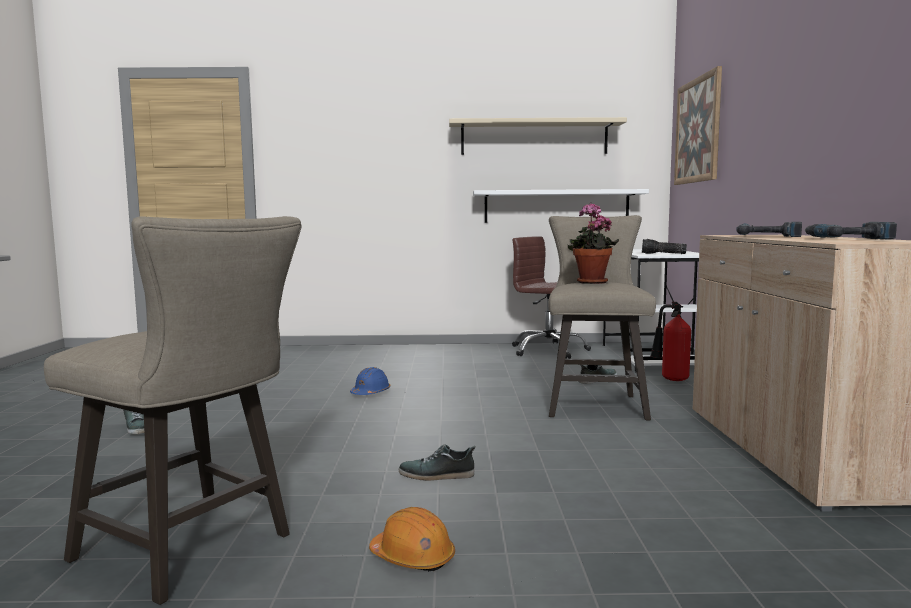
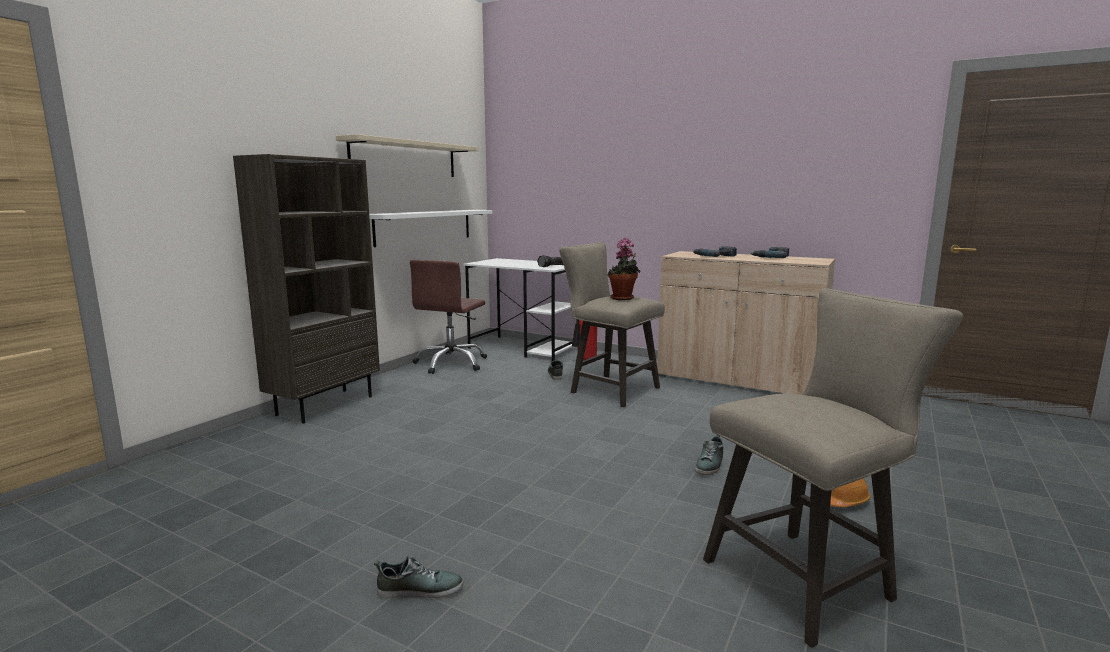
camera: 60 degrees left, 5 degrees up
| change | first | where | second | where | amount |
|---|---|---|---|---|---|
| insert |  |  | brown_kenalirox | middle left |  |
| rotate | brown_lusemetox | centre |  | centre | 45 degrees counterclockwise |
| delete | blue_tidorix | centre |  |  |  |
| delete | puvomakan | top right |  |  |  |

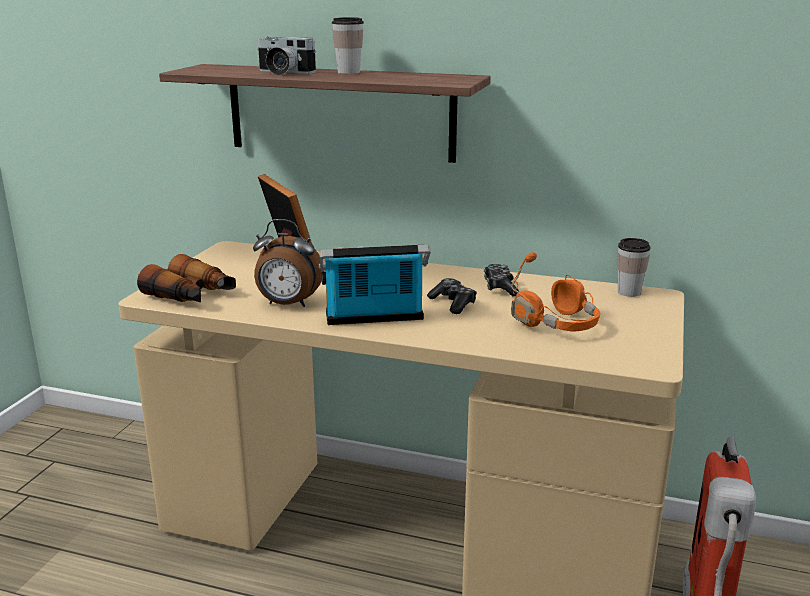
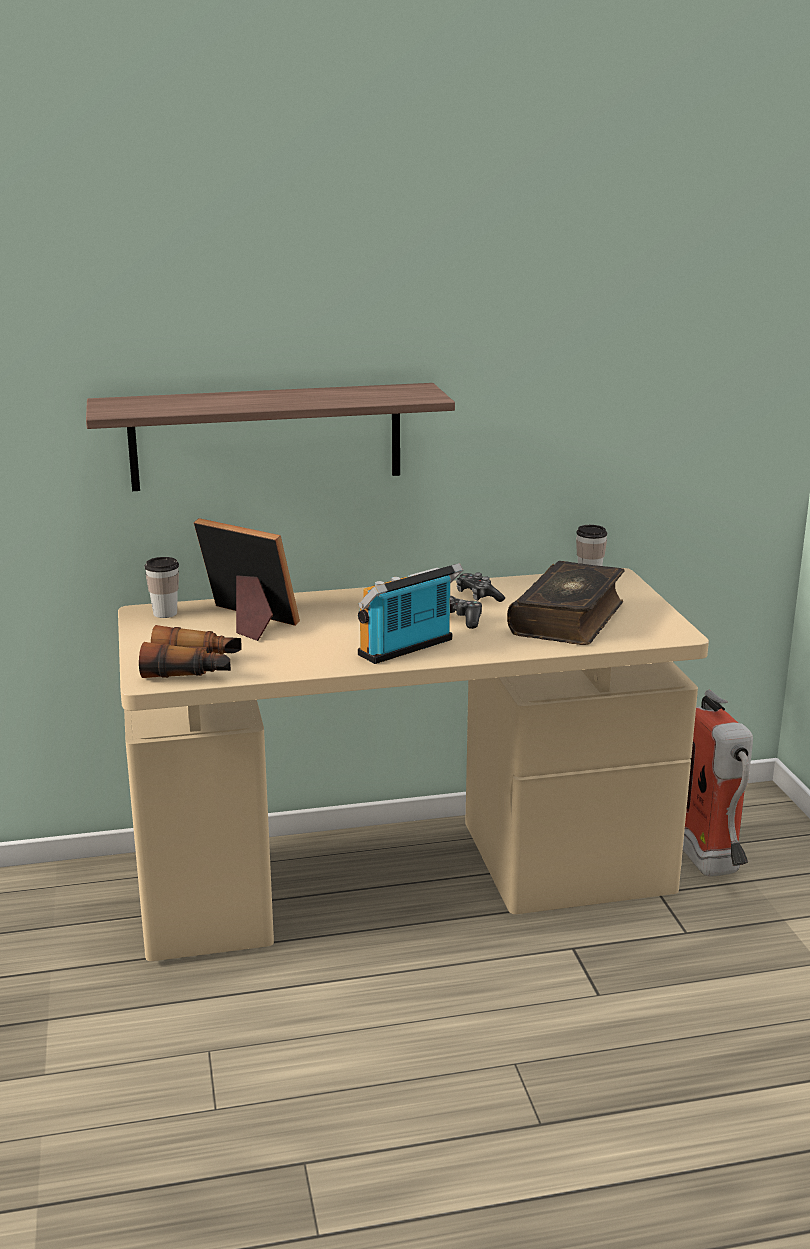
camera: 30 degrees left, 0 degrees up
| change | first | where | second | where | amount |
|---|---|---|---|---|---|
| move | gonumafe (1st from left) | top centre |  | middle left |  |
| replace | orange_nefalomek | middle right | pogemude | middle right |  |
| delete | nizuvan | centre |  |  |  |
| delete | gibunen | top centre |  |  |  |

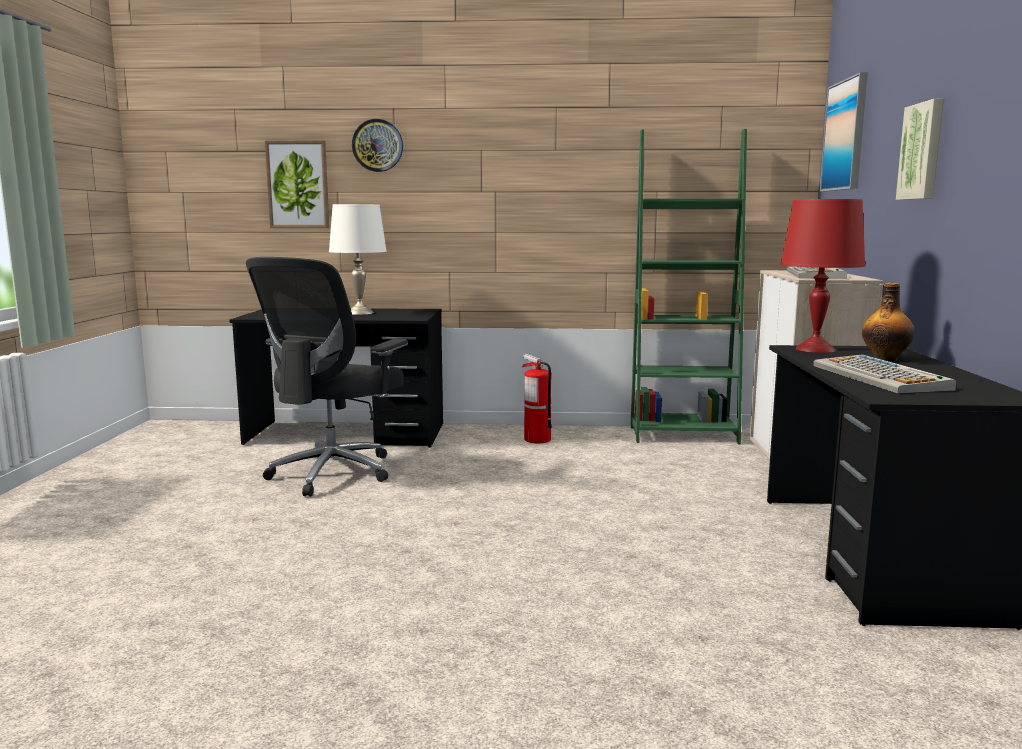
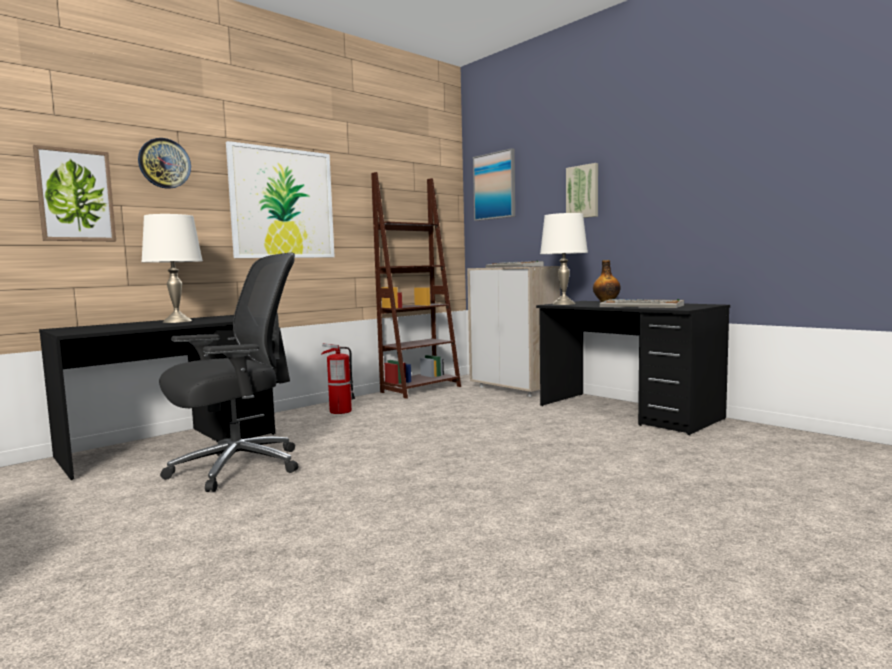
camera: 45 degrees left, 5 degrees down
| change | first | where | second | where | amount |
|---|---|---|---|---|---|
| rotate | lusemetox | middle left |  | middle left | 105 degrees counterclockwise |
| insert |  |  | puvomakan (2nd from left) | top left |  |
| recolor | green_kenalirox | middle right | brown_kenalirox | centre |  |
| recolor | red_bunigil | middle right | white_bunigil (2nd from left) | centre |  |

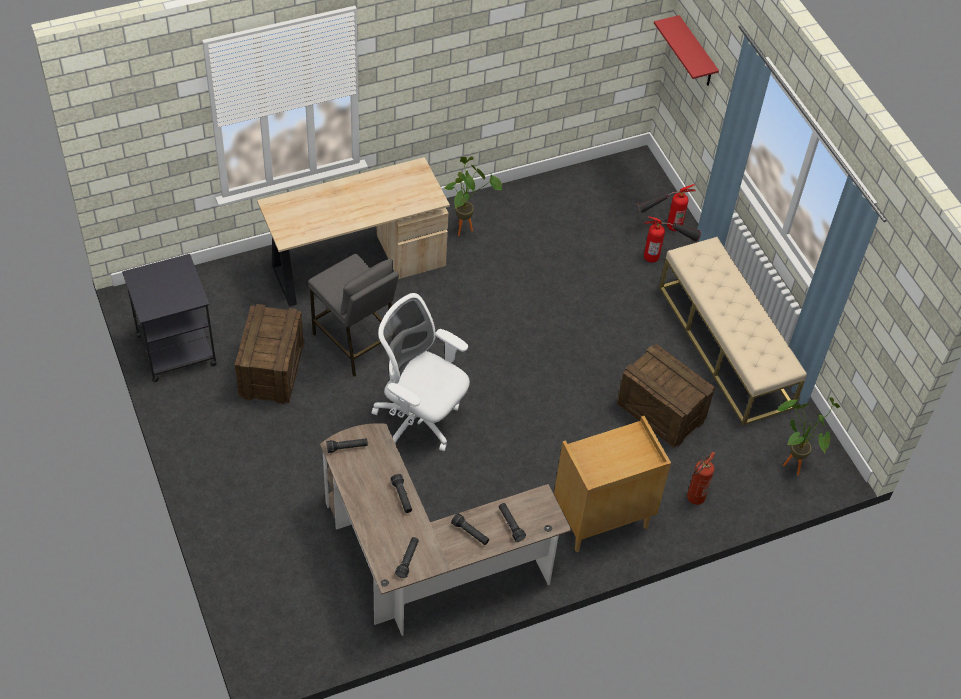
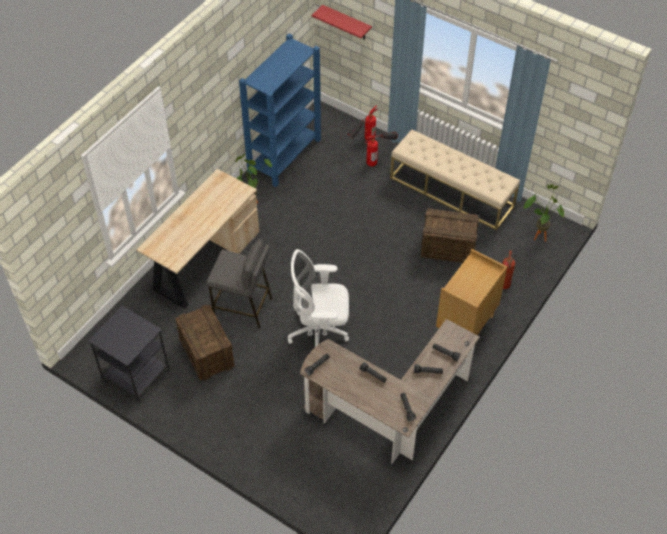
camera: 30 degrees left, 0 degrees up
| change | first | where | second | where | amount |
|---|---|---|---|---|---|
| insert |  |  | blue_kenalirox | top centre |  |

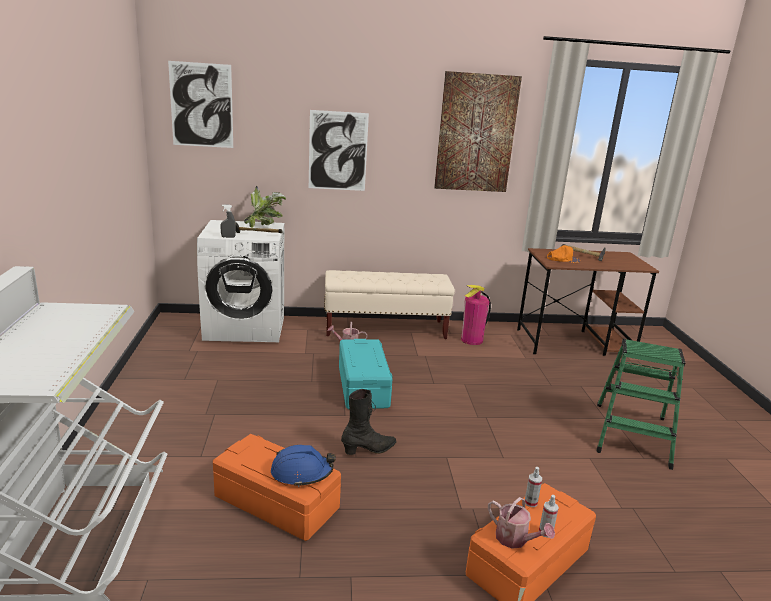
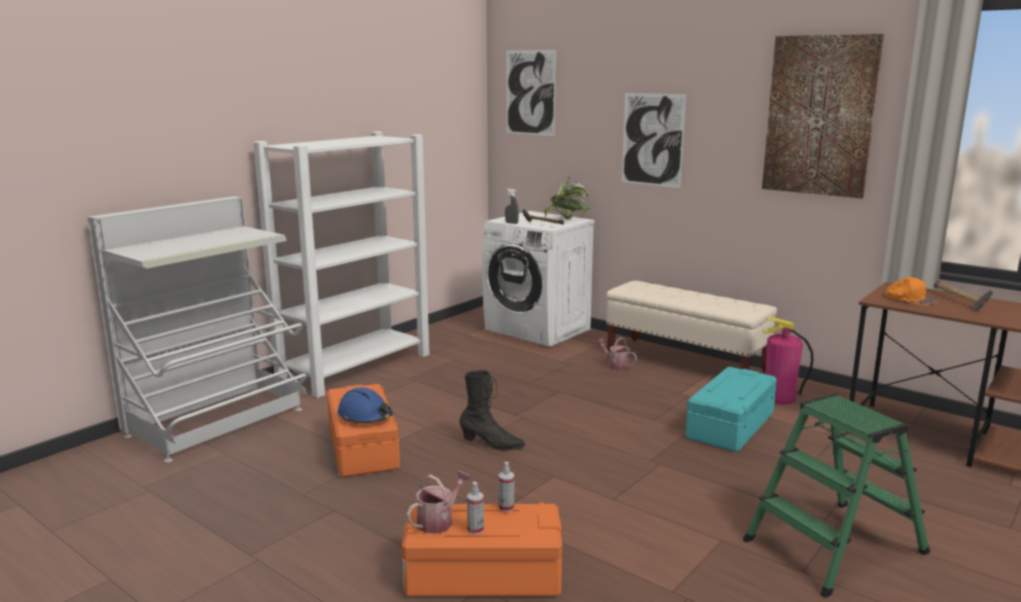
camera: 45 degrees right, 5 degrees down
| change | first | where | second | where | amount |
|---|---|---|---|---|---|
| insert |  |  | white_kenalirox | centre |  |
| rotate | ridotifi (2nd from left in the first image) | bottom right | ridotifi (1st from left) | bottom centre | 135 degrees counterclockwise |
| move | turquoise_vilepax | centre |  | bottom right |  |

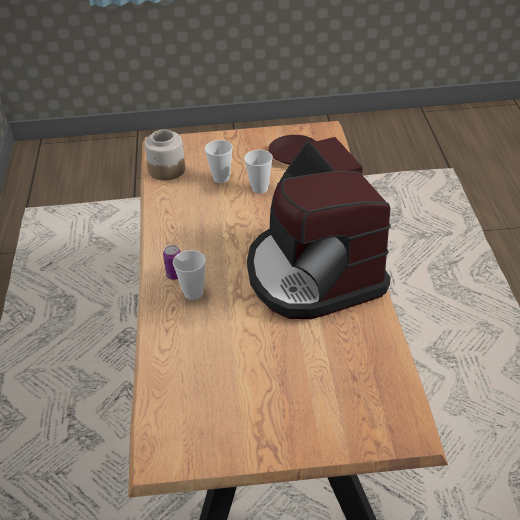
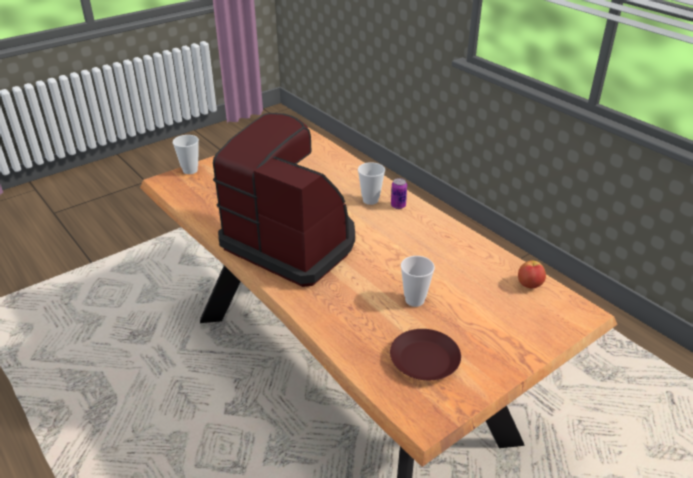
camera: 145 degrees right, 5 degrees down
| change | first | where | second | where | amount |
|---|---|---|---|---|---|
| move | gonumafe (2nd from left in the first image) | top centre | gonumafe (1st from left) | top left |  |
| replace | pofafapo | top left | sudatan | middle right |  |

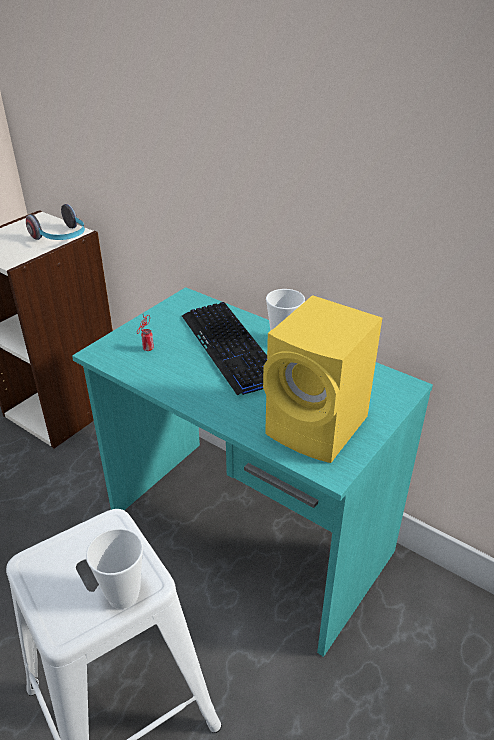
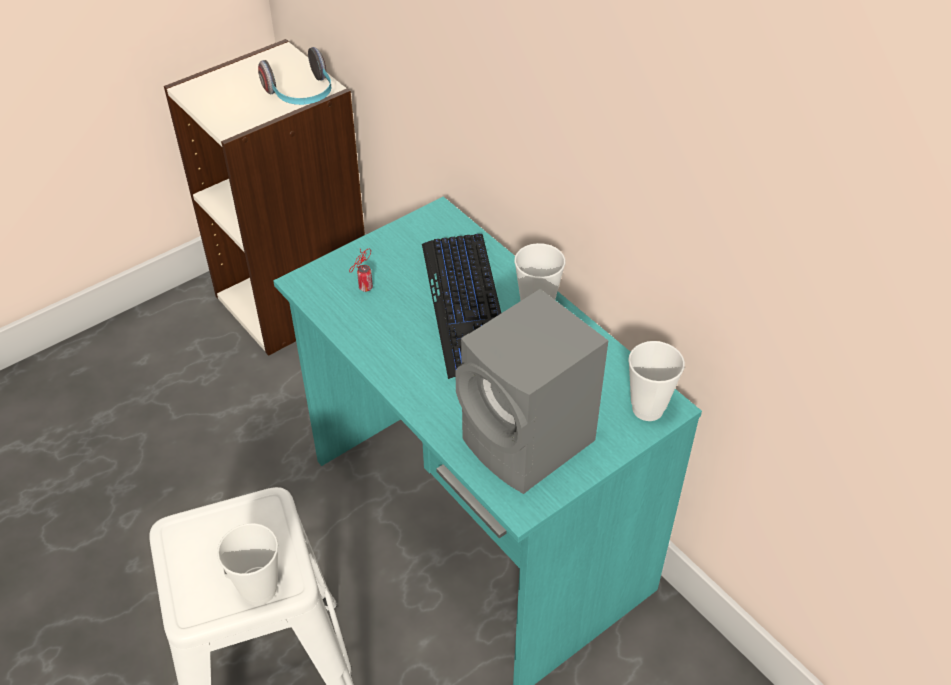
camera: 15 degrees right, 10 degrees up
| change | first | where | second | where | amount |
|---|---|---|---|---|---|
| recolor | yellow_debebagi | centre | grey_debebagi | centre |  |
| insert |  |  | gonumafe (3rd from left) | middle right |  |

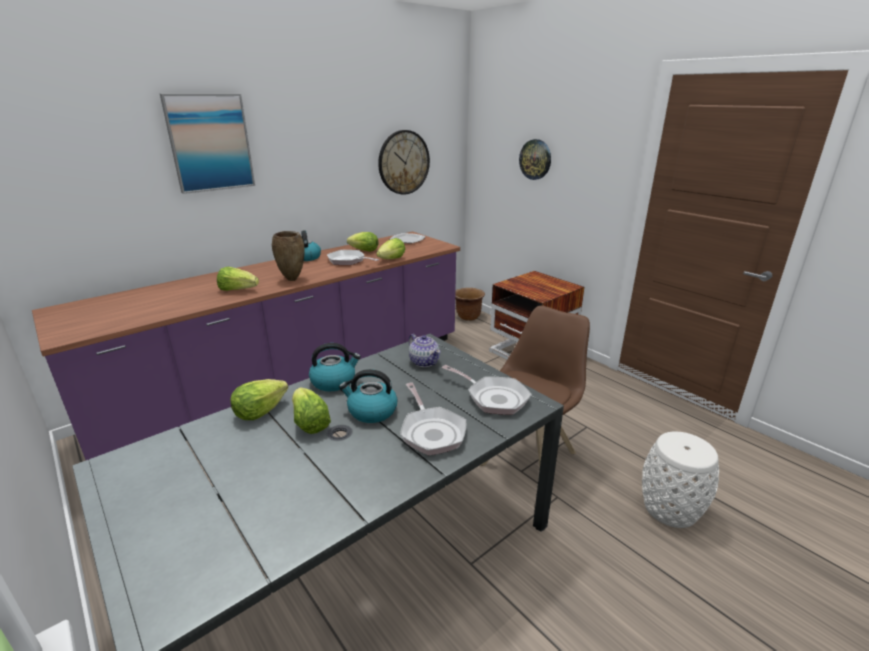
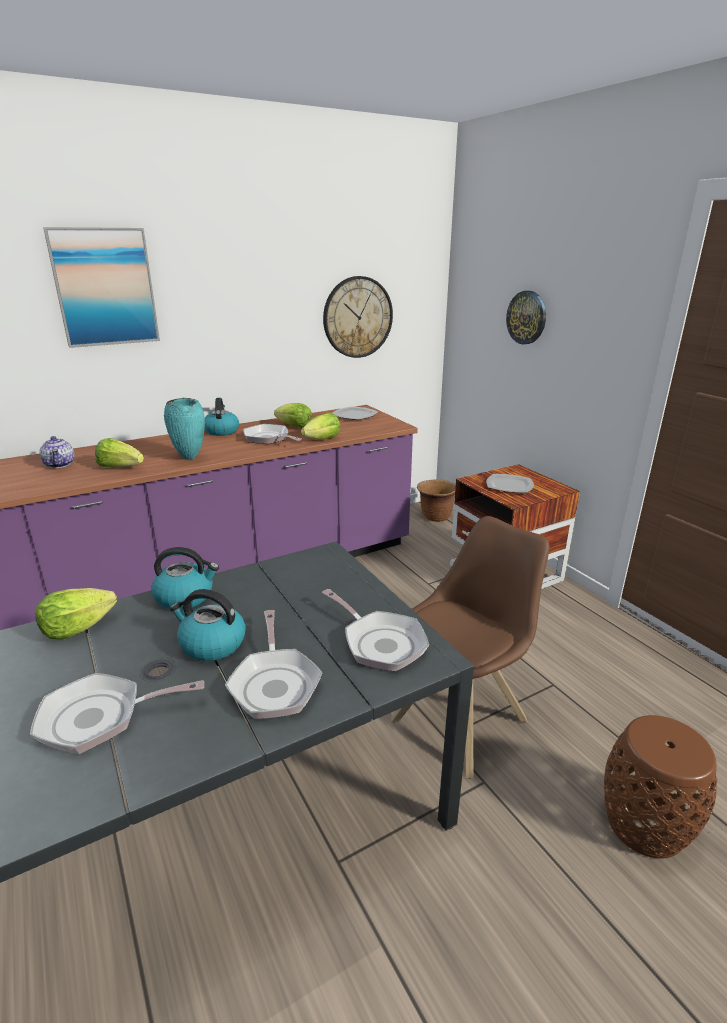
camera: 10 degrees right, 0 degrees up
| change | first | where | second | where | amount |
|---|---|---|---|---|---|
| insert |  |  | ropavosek (1st from left) | bottom left |  |
| move | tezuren | centre |  | middle left |  |
| recolor | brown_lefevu | middle left | turquoise_lefevu | middle left |  |
| insert |  |  | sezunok (2nd from left) | middle right |  |
| recolor | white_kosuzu | bottom right | brown_kosuzu | bottom right |  |
| delete | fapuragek (3rd from left) | centre |  |  |  |

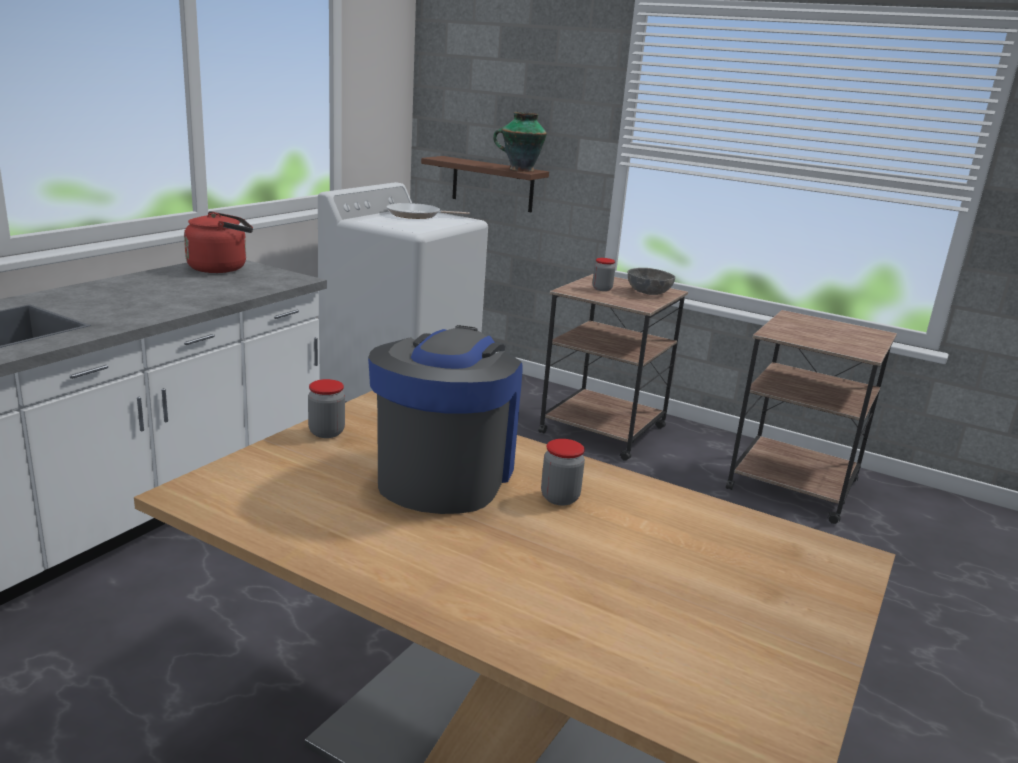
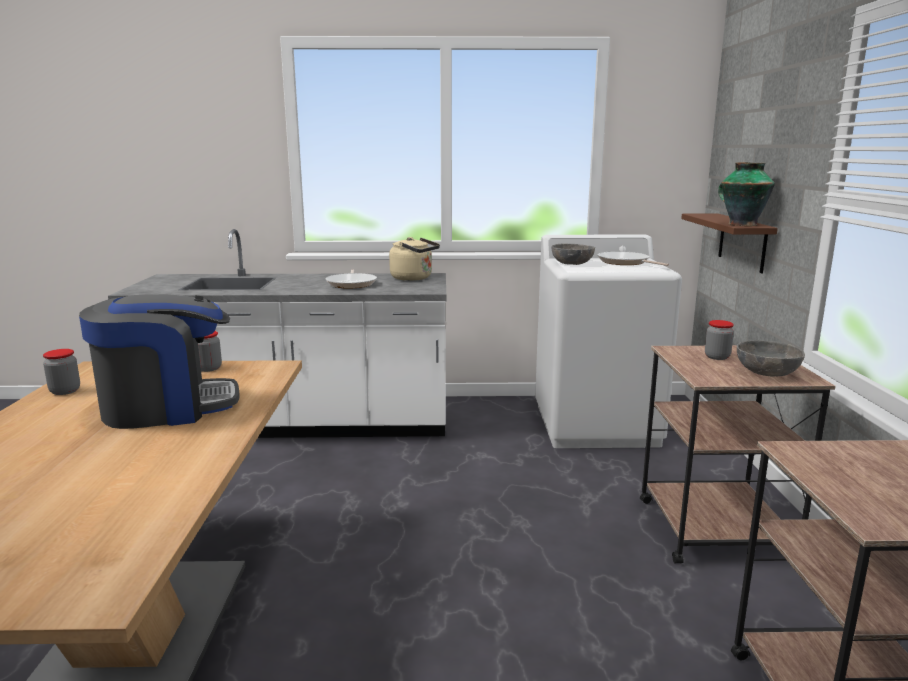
camera: 60 degrees right, 5 degrees down
| change | first | where | second | where | amount |
|---|---|---|---|---|---|
| move | pofafapo (2nd from left in the first image) | centre | pofafapo (1st from left) | middle left |  |
| insert |  |  | ropavosek (1st from left) | centre |  |
| recolor | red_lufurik | top left | beige_lufurik | centre |  |
| insert |  |  | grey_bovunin (1st from left) | centre |  |

